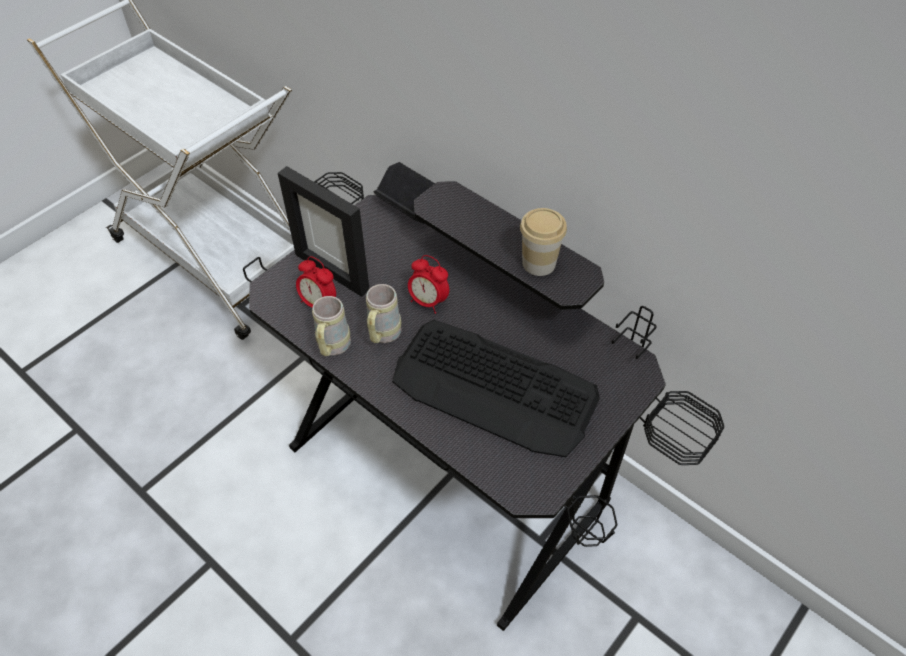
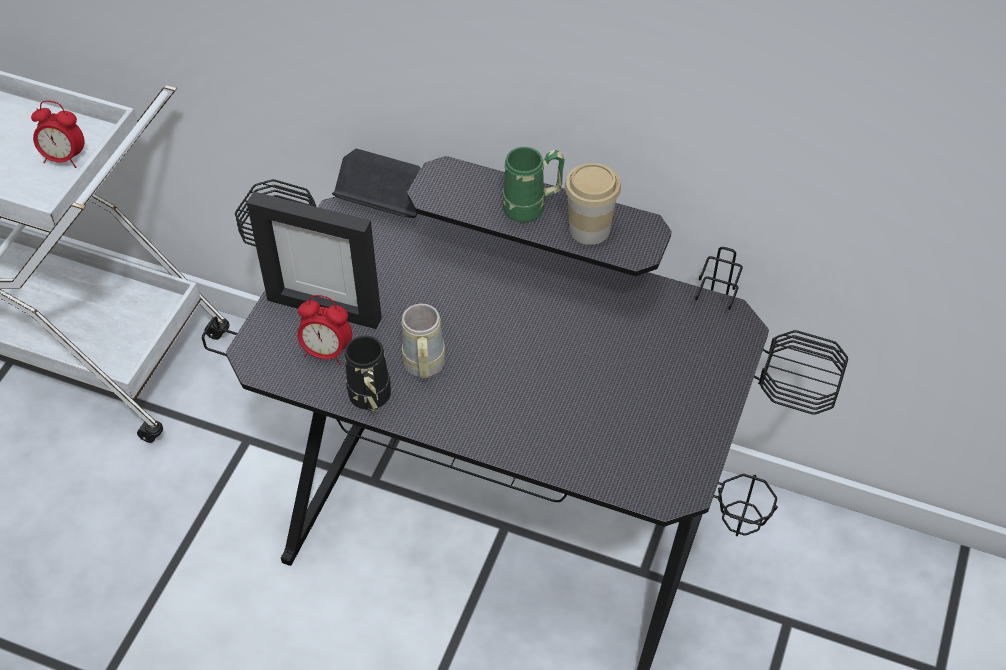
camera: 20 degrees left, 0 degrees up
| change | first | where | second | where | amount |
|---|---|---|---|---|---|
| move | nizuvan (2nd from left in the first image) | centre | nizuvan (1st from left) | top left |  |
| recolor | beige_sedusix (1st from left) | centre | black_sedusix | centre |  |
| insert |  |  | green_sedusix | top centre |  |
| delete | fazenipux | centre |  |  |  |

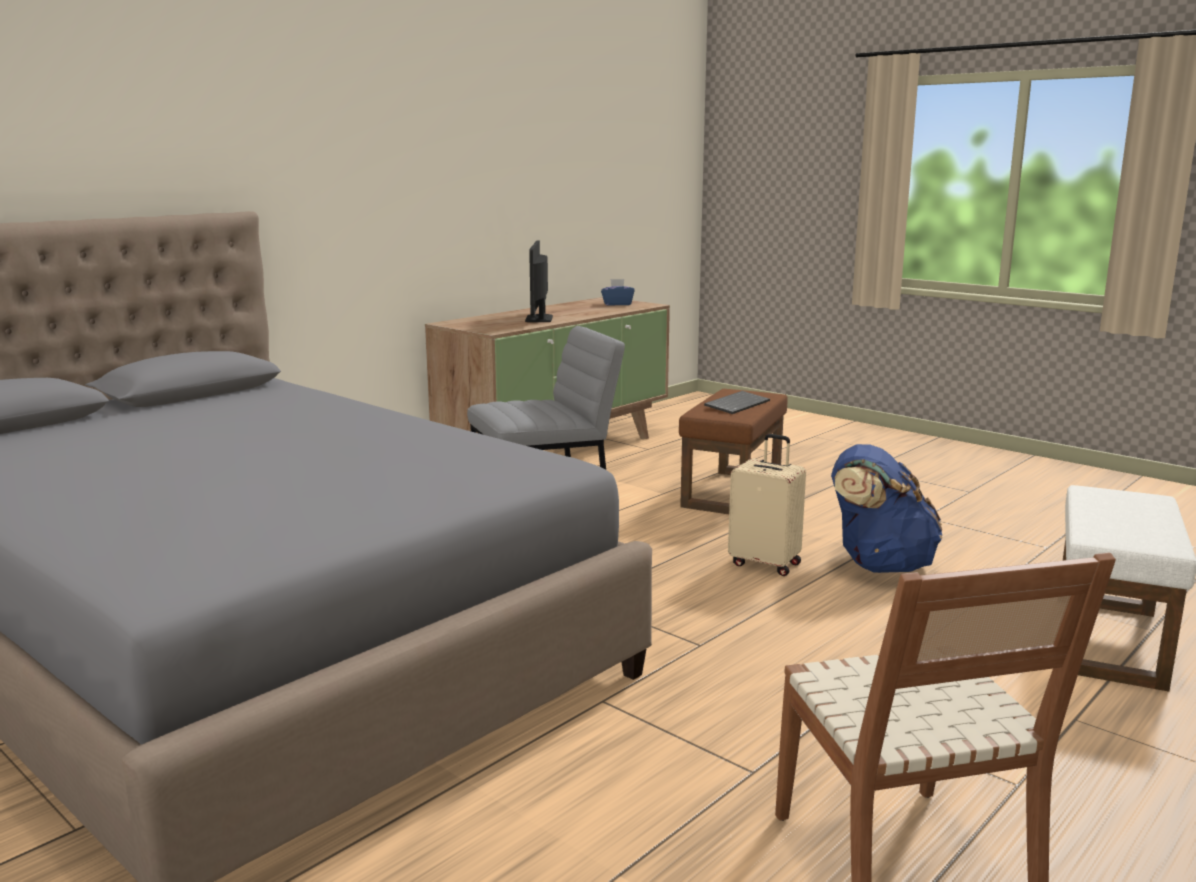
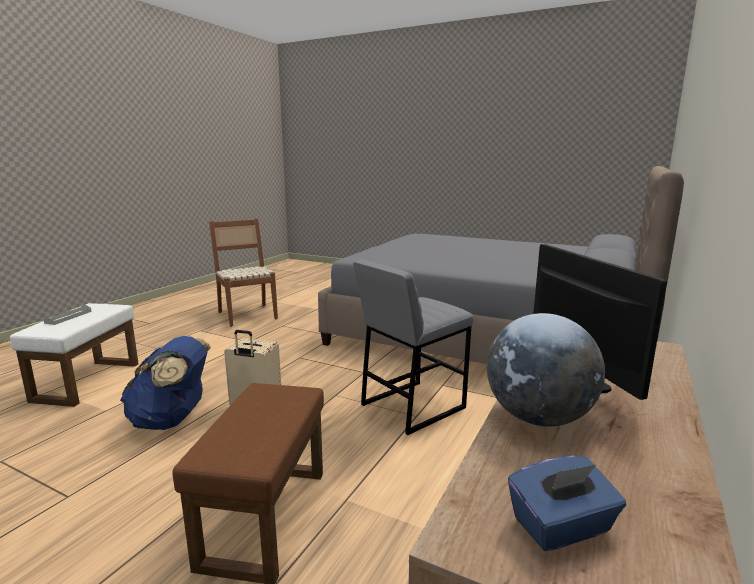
camera: 165 degrees right, 0 degrees up
| change | first | where | second | where | amount |
|---|---|---|---|---|---|
| insert |  |  | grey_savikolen | middle left |  |
| insert |  |  | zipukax | middle right |  |
| delete | fazenipux | centre |  |  |  |

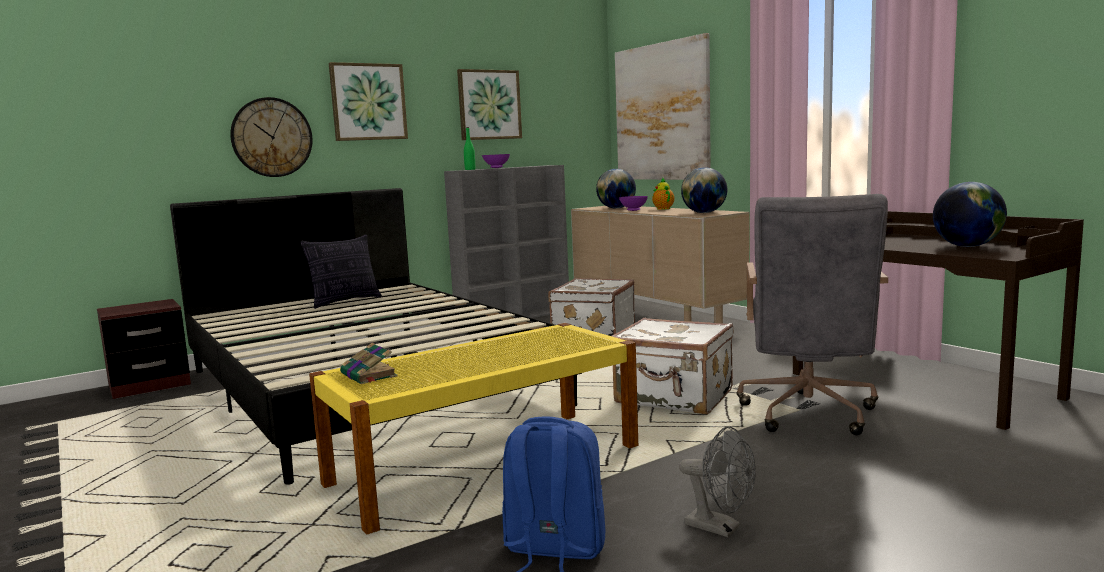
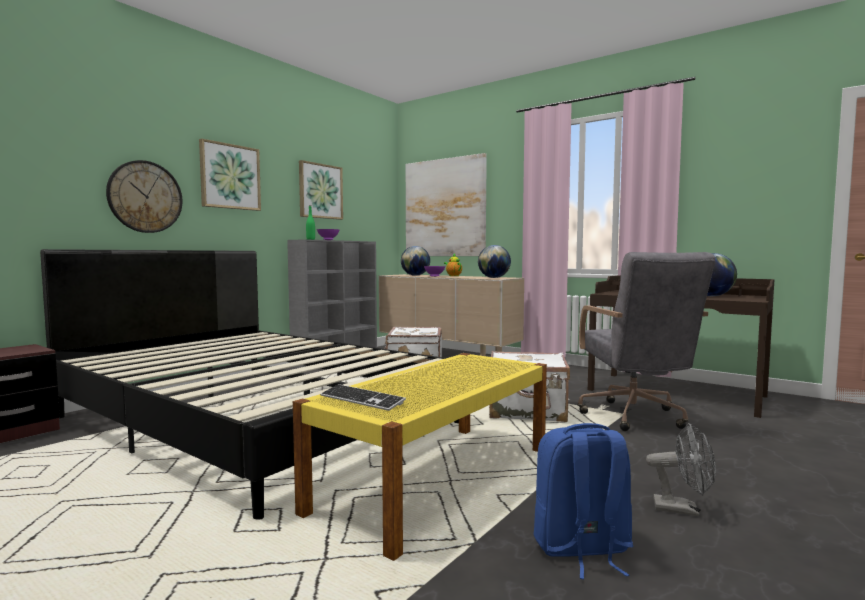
camera: 20 degrees left, 5 degrees down
| change | first | where | second | where | amount |
|---|---|---|---|---|---|
| replace | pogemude | centre | fazenipux | centre |  |
| delete | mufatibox | middle left |  |  |  |

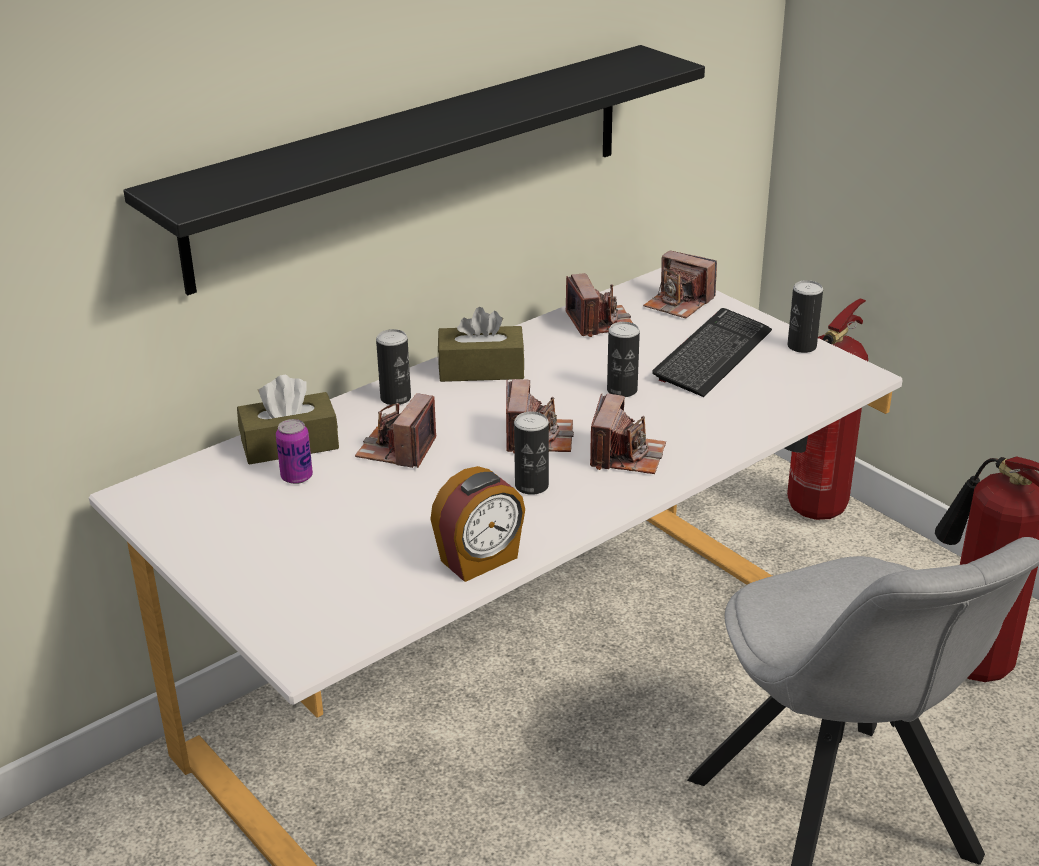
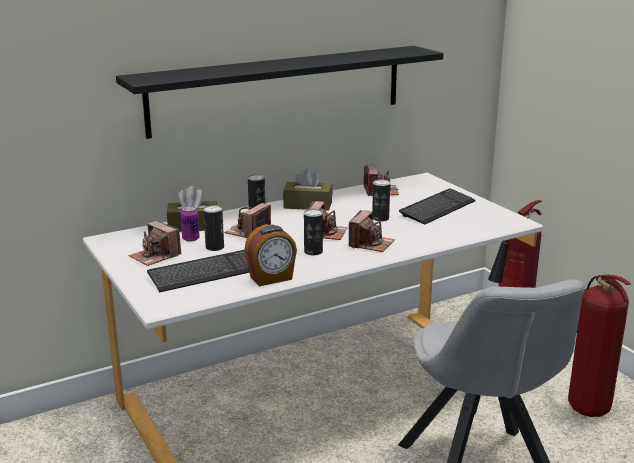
camera: 10 degrees right, 10 degrees down
| change | first | where | second | where | amount |
|---|---|---|---|---|---|
| move | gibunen (5th from left in the first image) | top centre | gibunen (1st from left) | middle left |  |
| insert |  |  | fazenipux (1st from left) | middle left |  |
| move | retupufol (5th from left in the first image) | middle right | retupufol (2nd from left) | centre |  |

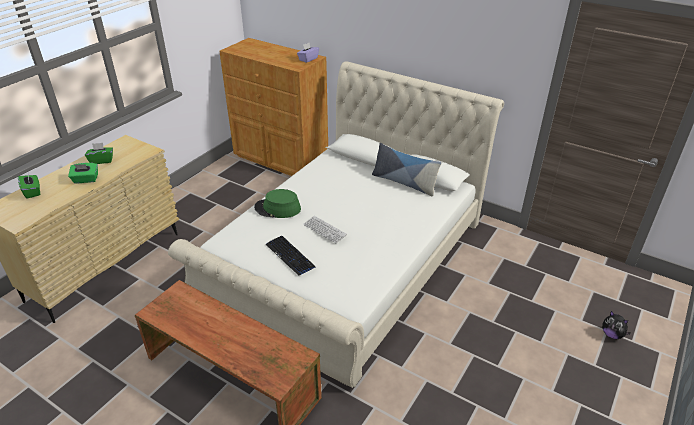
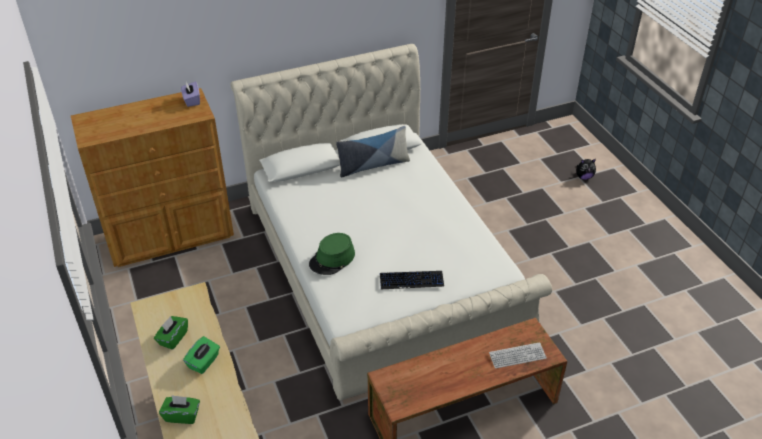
camera: 55 degrees left, 5 degrees up
| change | first | where | second | where | amount |
|---|---|---|---|---|---|
| move | fazenipux (2nd from left) | centre |  | bottom right |  |

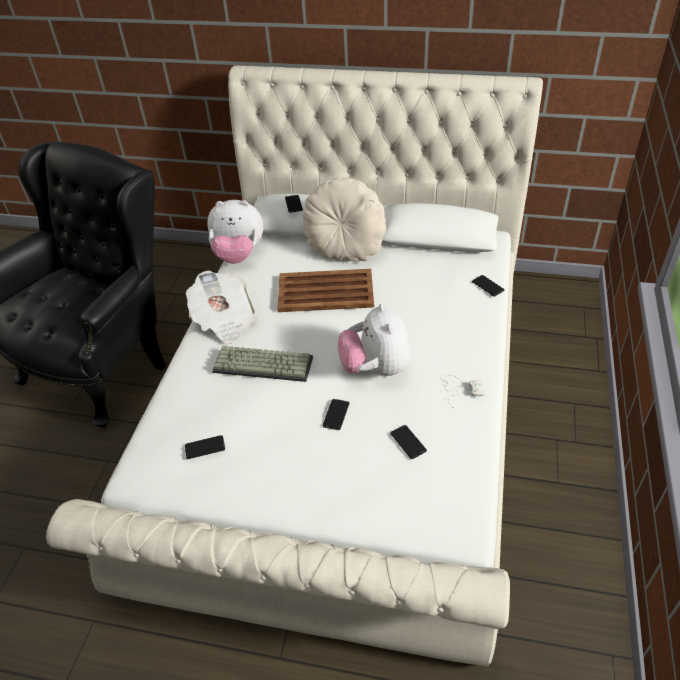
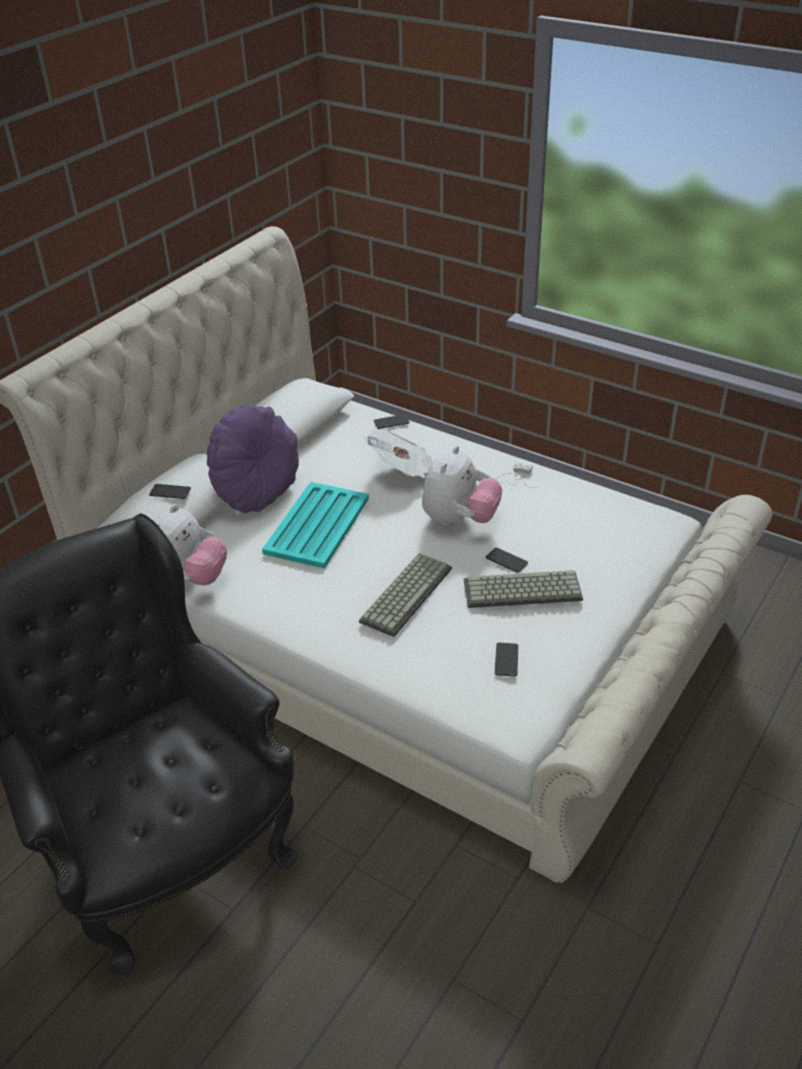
camera: 70 degrees left, 5 degrees down
| change | first | where | second | where | amount |
|---|---|---|---|---|---|
| recolor | beige_mufatibox | top centre | purple_mufatibox | middle left |  |
| recolor | brown_savikolen | centre | turquoise_savikolen | centre |  |
| move | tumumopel | middle left |  | centre |  |
| rotate | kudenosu (2nd from left) | centre |  | centre | 75 degrees counterclockwise |
| insert |  |  | fazenipux (2nd from left) | centre |  |
| delete | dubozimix (4th from left) | centre |  |  |  |

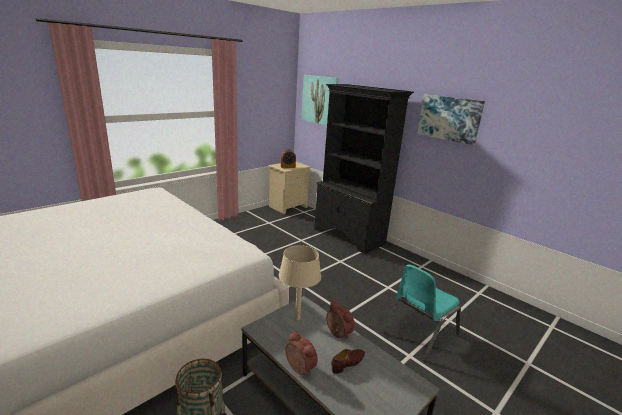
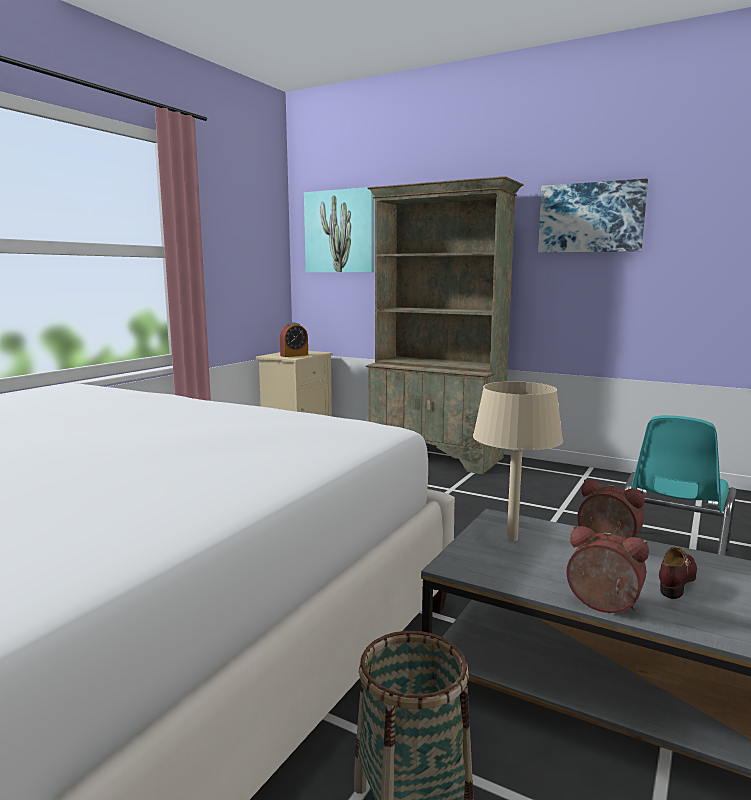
camera: 15 degrees left, 10 degrees down
| change | first | where | second | where | amount |
|---|---|---|---|---|---|
| recolor | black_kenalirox | centre | green_kenalirox | centre |  |

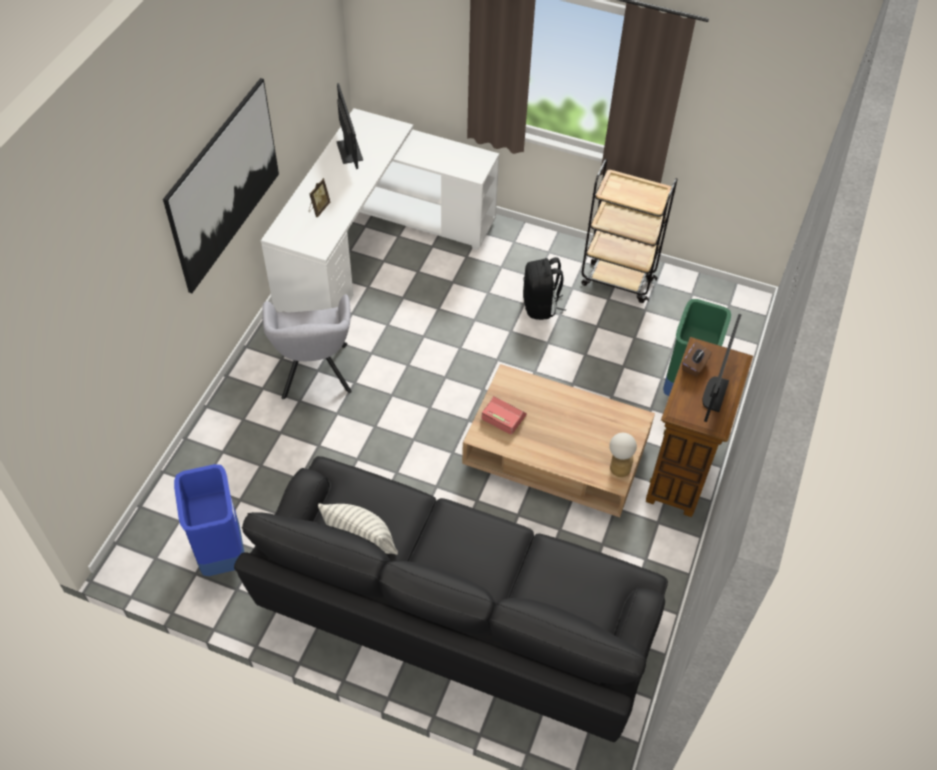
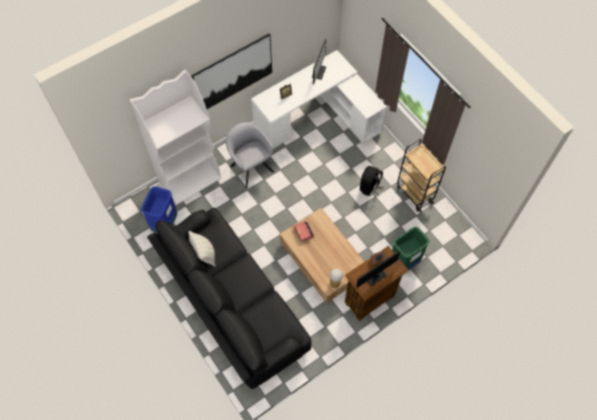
camera: 35 degrees right, 10 degrees up
| change | first | where | second | where | amount |
|---|---|---|---|---|---|
| insert |  |  | white_kenalirox | top left |  |
| rotate | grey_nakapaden | middle left |  | centre | 120 degrees clockwise |

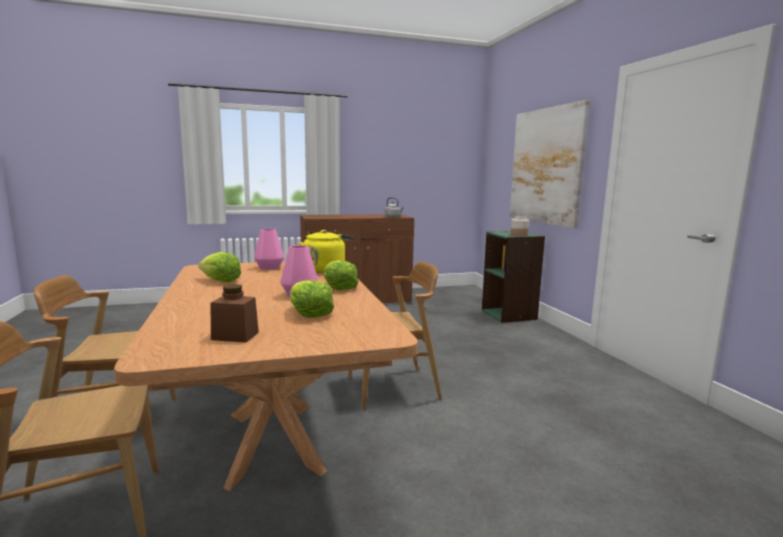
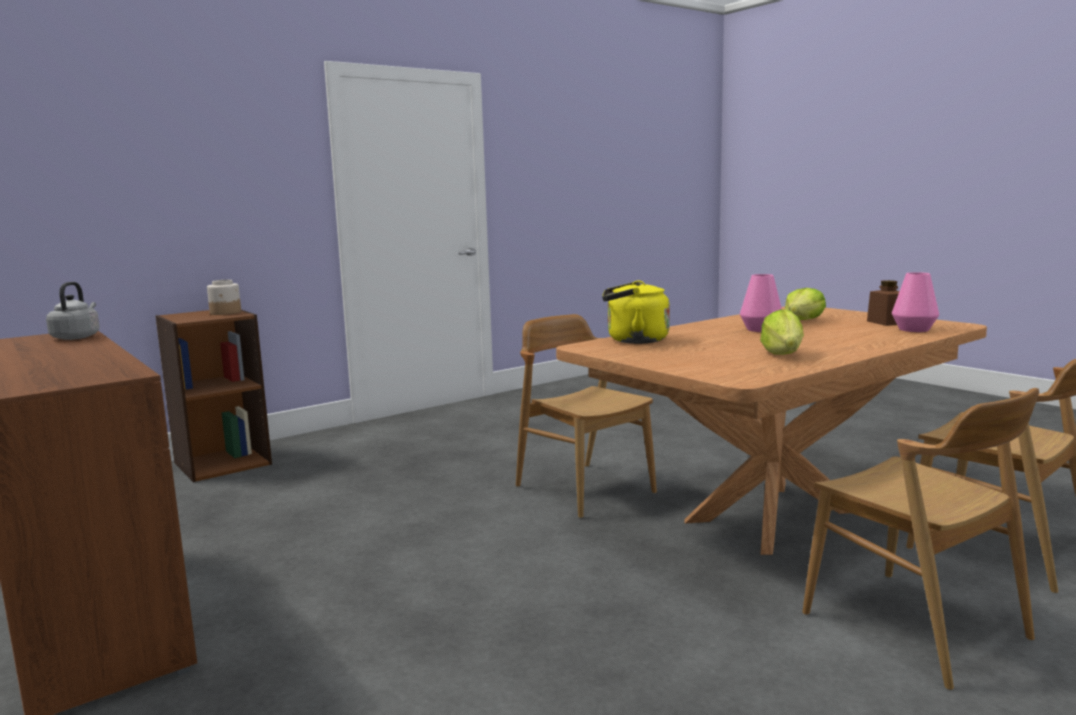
camera: 110 degrees left, 0 degrees up
| change | first | where | second | where | amount |
|---|---|---|---|---|---|
| recolor | green_kenalirox | centre | brown_kenalirox | middle left |  |
| move | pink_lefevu (1st from left in the first image) | centre | pink_lefevu (2nd from left) | middle right |  |
| delete | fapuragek (3rd from left) | centre |  |  |  |
| delete | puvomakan | top right |  |  |  |

